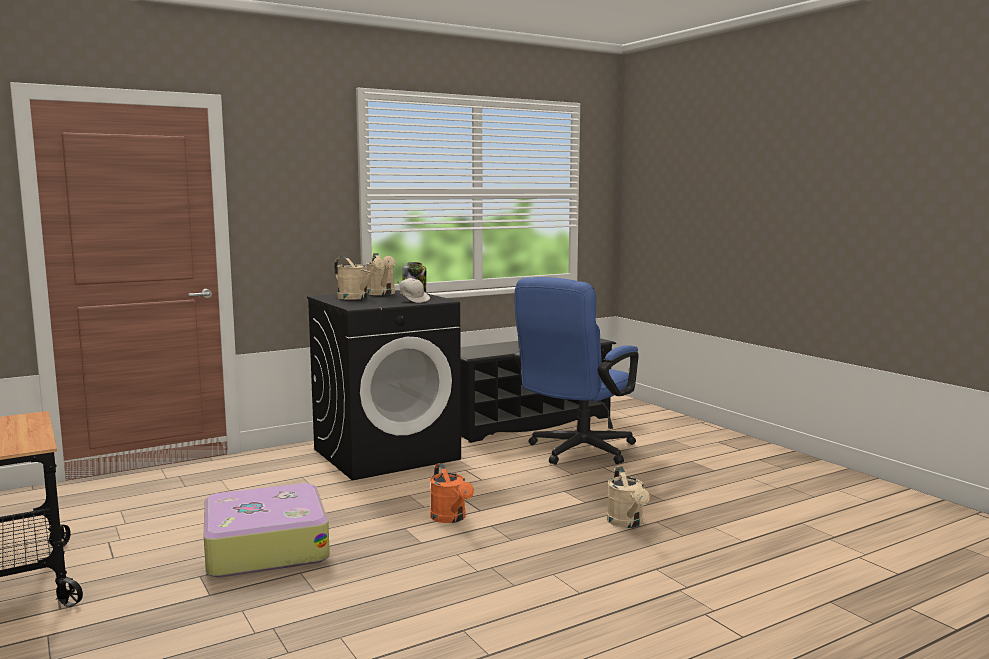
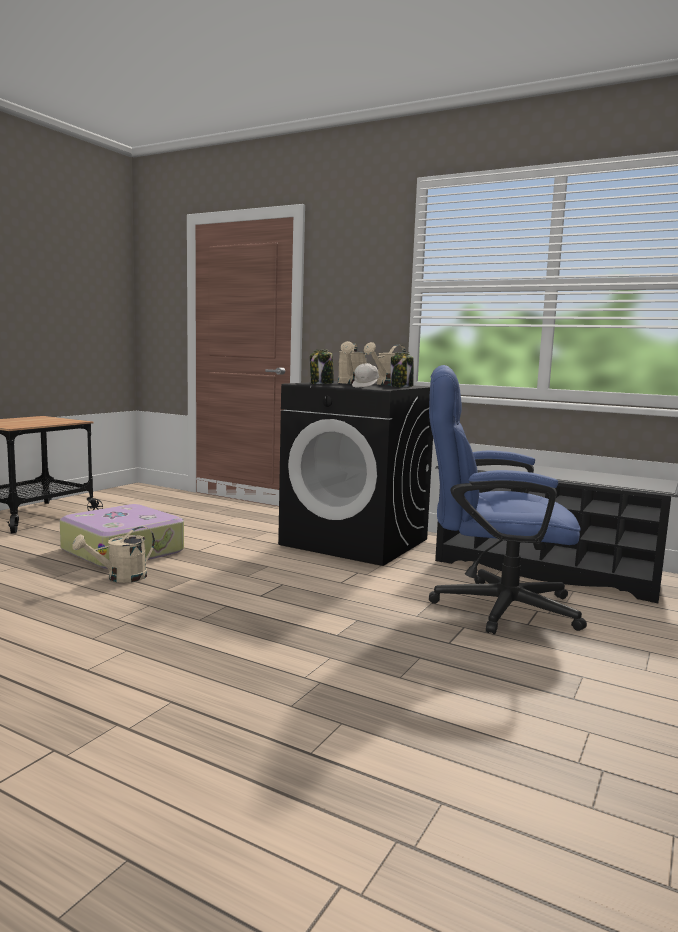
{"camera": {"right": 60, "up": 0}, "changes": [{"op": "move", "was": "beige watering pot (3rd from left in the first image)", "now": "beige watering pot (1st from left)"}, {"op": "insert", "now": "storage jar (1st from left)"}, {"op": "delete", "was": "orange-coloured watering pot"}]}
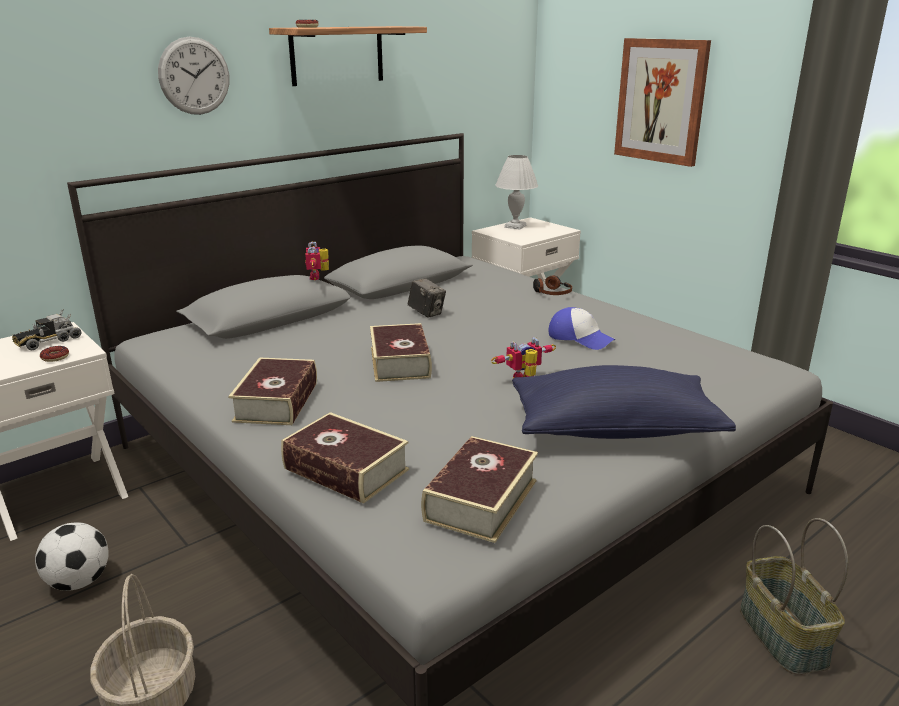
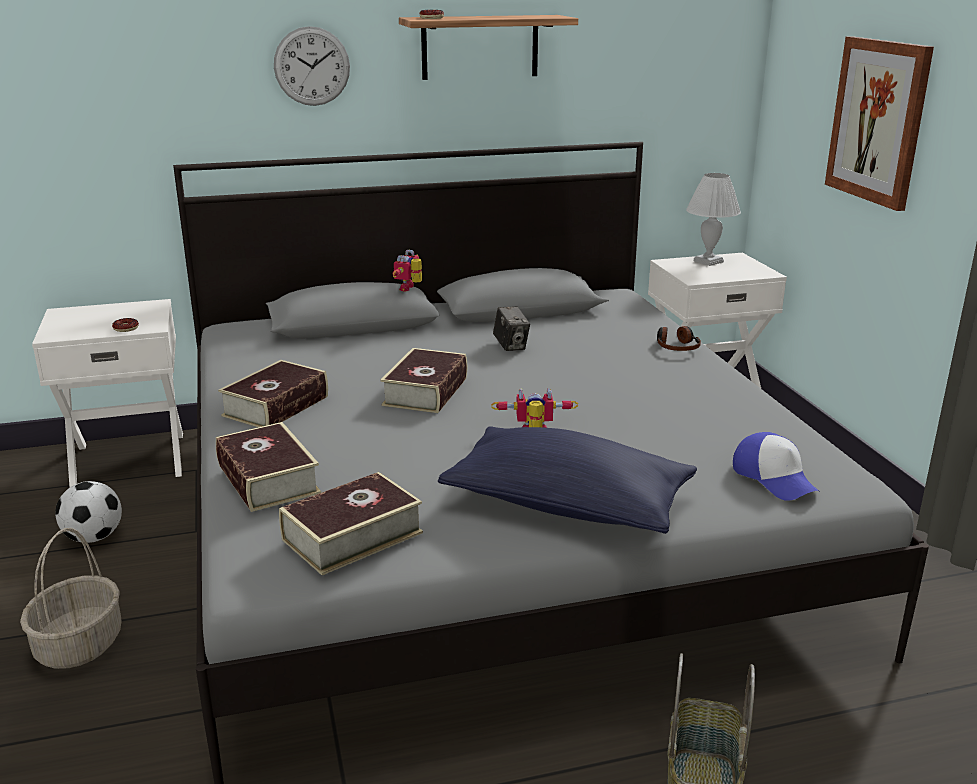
{"camera": {"right": 25, "up": 0}, "changes": [{"op": "move", "was": "peaked cap"}, {"op": "delete", "was": "model truck"}]}
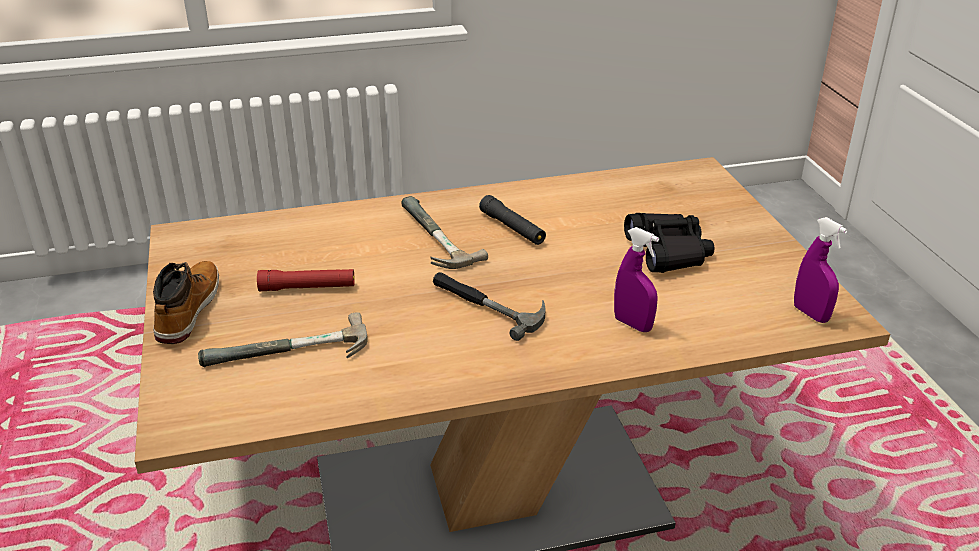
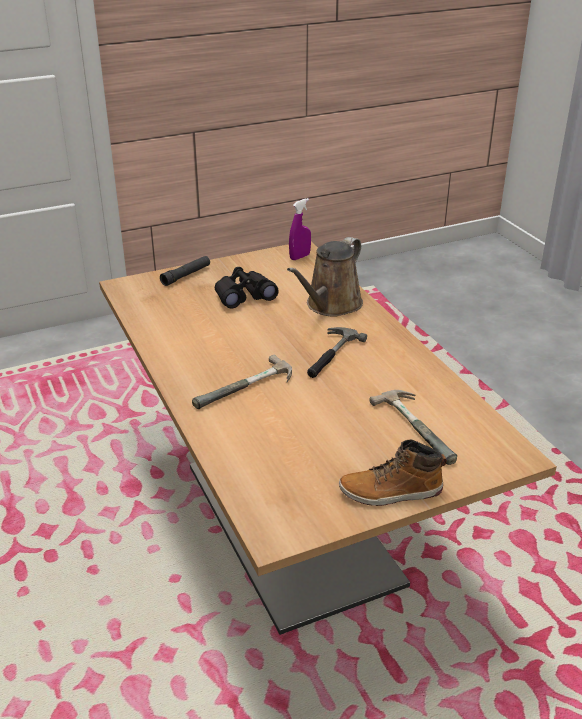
{"camera": {"right": -100, "up": 0}, "changes": [{"op": "move", "was": "blackish torch"}, {"op": "replace", "was": "purplish hand sprayer (1st from left)", "now": "brown watering pot"}, {"op": "delete", "was": "reddish torch"}]}
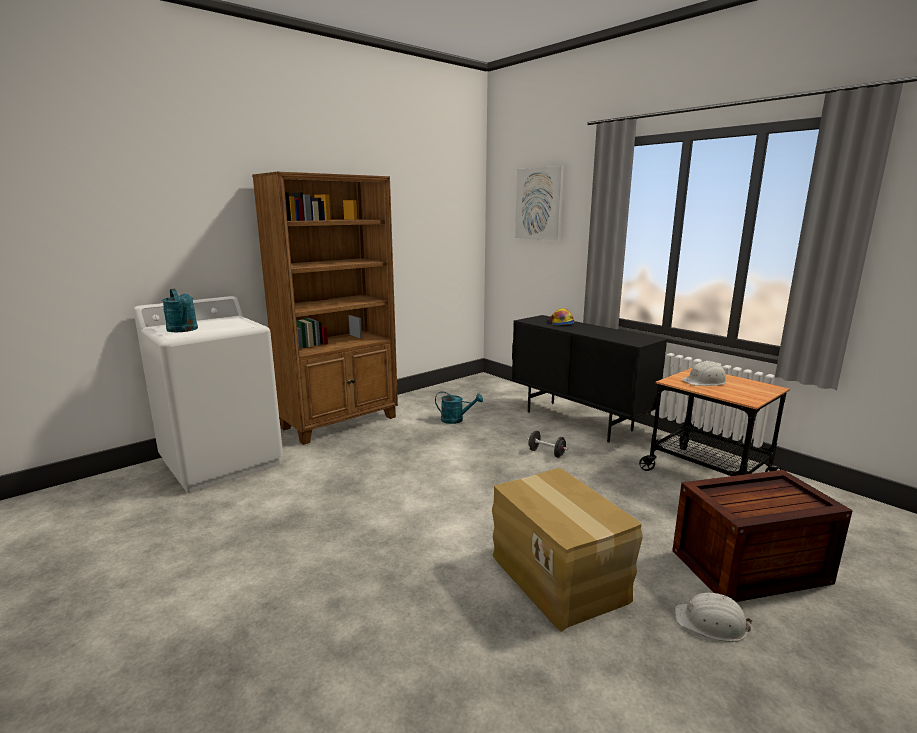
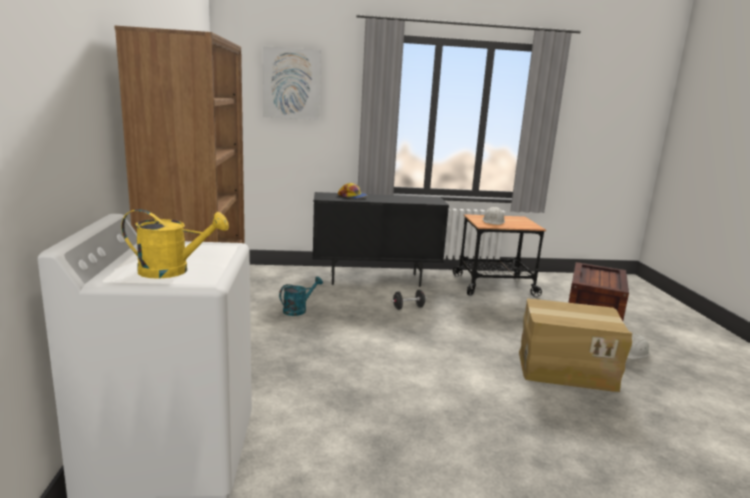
{"camera": {"right": -55, "up": 0}, "changes": [{"op": "recolor", "was": "blue-green watering pot (1st from left)", "now": "yellowish watering pot"}]}
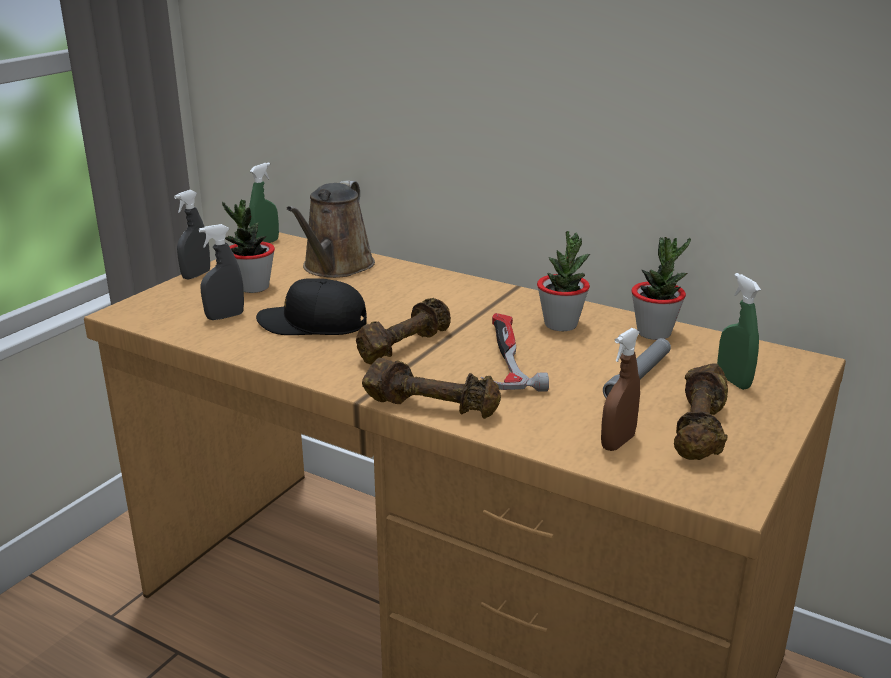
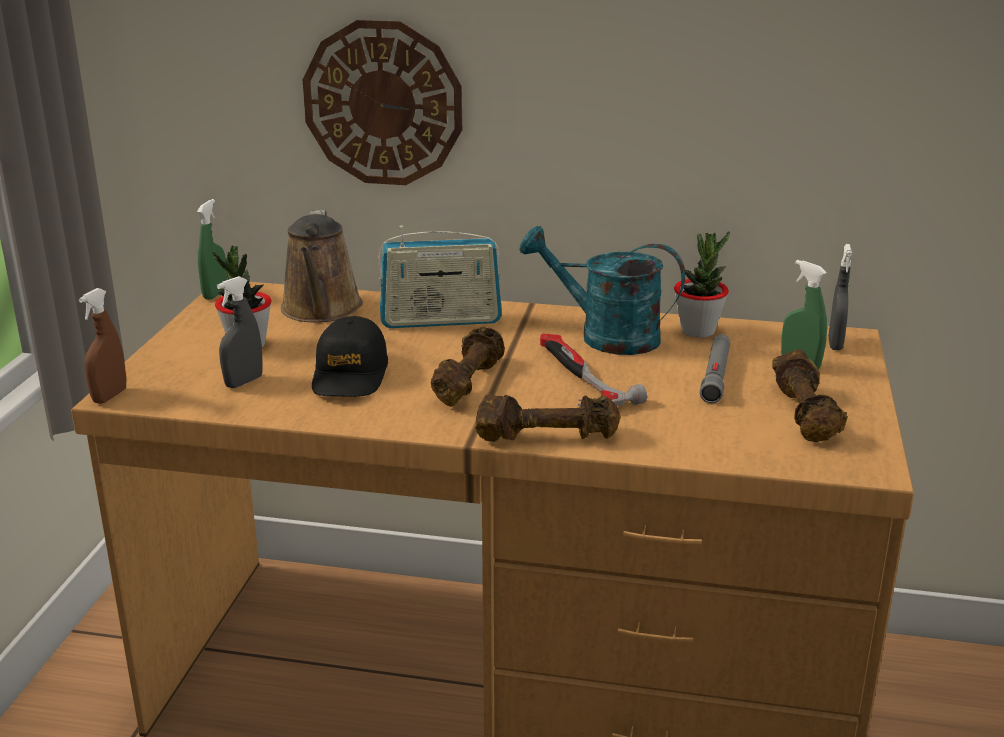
{"camera": {"right": -20, "up": 0}, "changes": [{"op": "move", "was": "brown hand sprayer"}, {"op": "insert", "now": "wall clock"}, {"op": "rotate", "was": "blackish peaked cap", "clockwise": -75}, {"op": "insert", "now": "radio receiver"}, {"op": "replace", "was": "houseplant (2nd from left)", "now": "blue-green watering pot"}, {"op": "move", "was": "greyish hand sprayer (1st from left in the first image)", "now": "greyish hand sprayer (2nd from left)"}]}
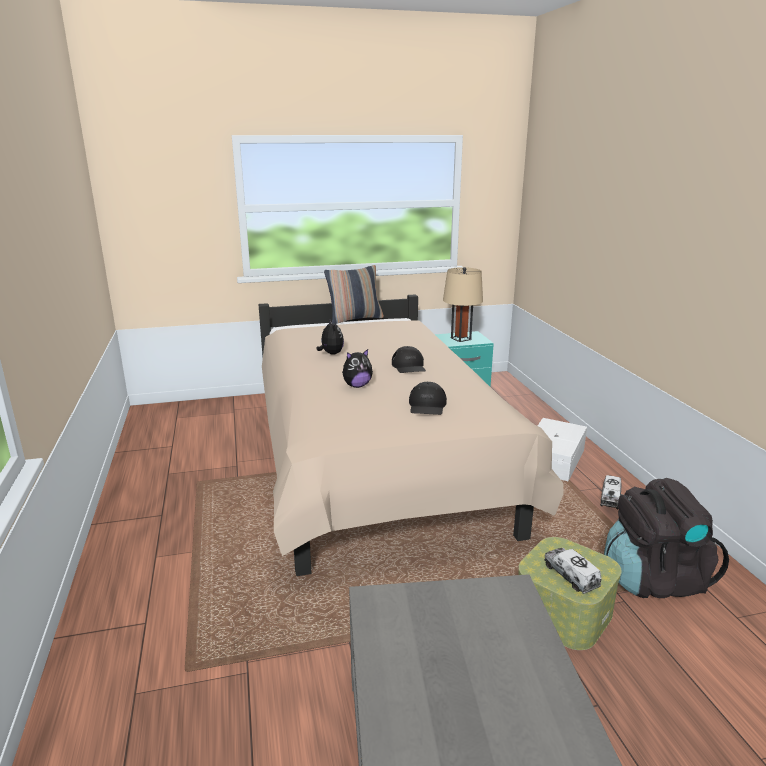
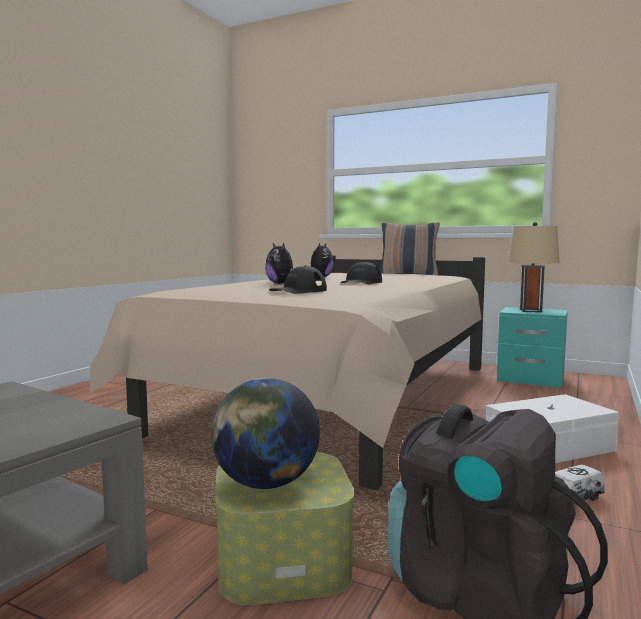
{"camera": {"right": 40, "up": -15}, "changes": [{"op": "replace", "was": "model truck (1st from left)", "now": "desk globe"}, {"op": "rotate", "was": "cuddly toy (2nd from left in the first image)", "clockwise": 45}]}
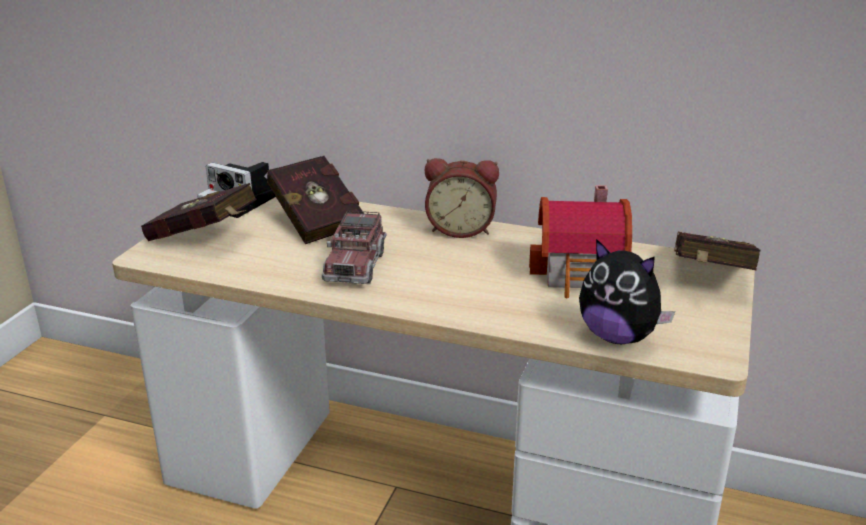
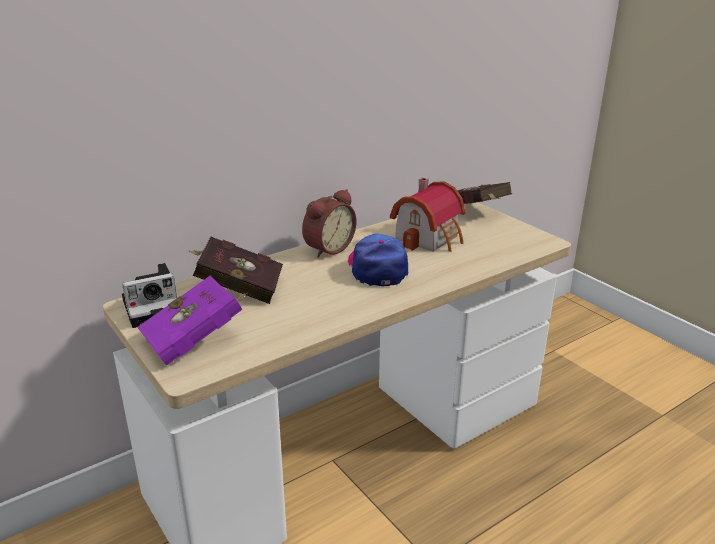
{"camera": {"right": -55, "up": 0}, "changes": [{"op": "recolor", "was": "reddish book (1st from left)", "now": "purplish book"}, {"op": "insert", "now": "peaked cap"}, {"op": "delete", "was": "model truck"}, {"op": "delete", "was": "cuddly toy"}]}
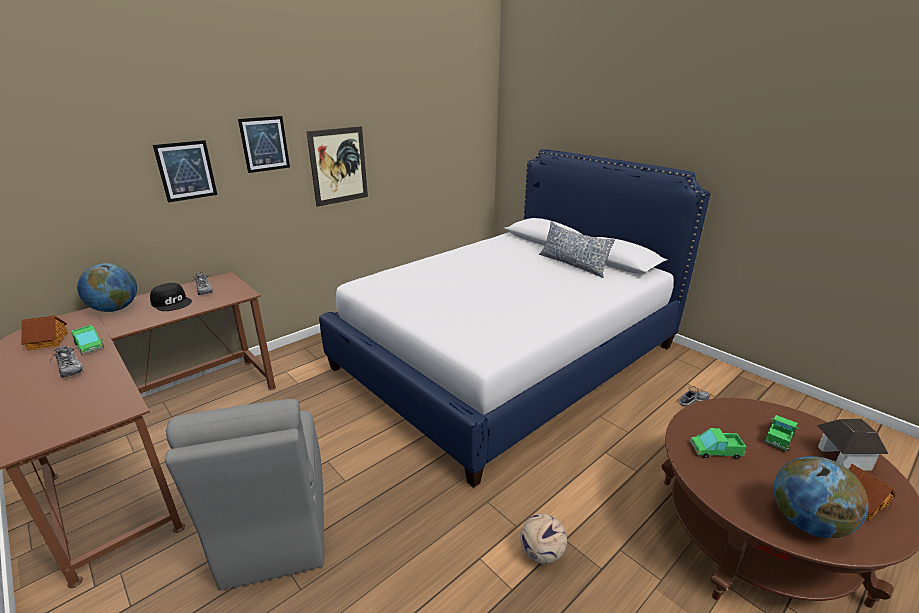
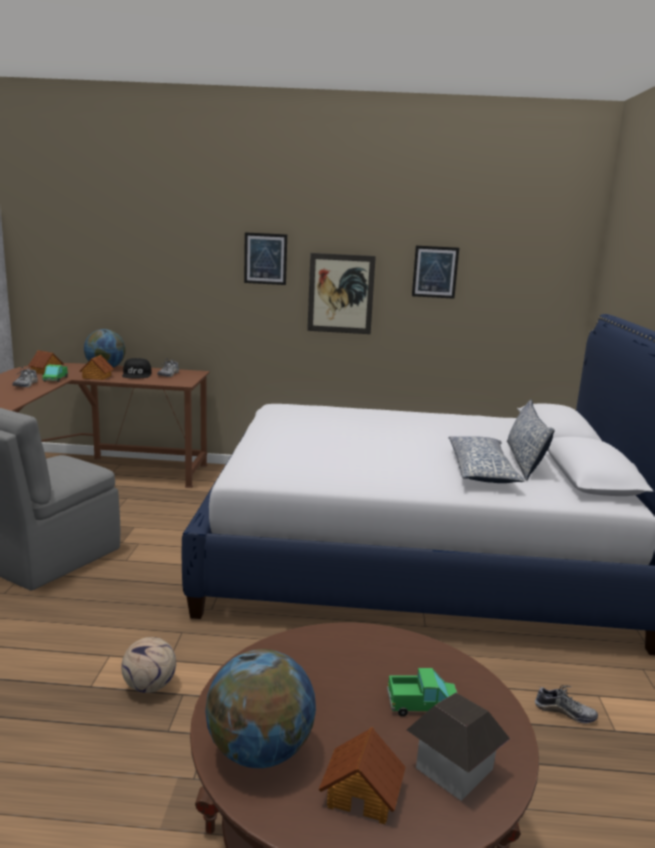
{"camera": {"right": 45, "up": -10}, "changes": [{"op": "insert", "now": "toy house (2nd from left)"}, {"op": "move", "was": "wall art (1st from left in the first image)", "now": "wall art (3rd from left)"}, {"op": "insert", "now": "cushion (1st from left)"}, {"op": "delete", "was": "model truck (2nd from left)"}]}
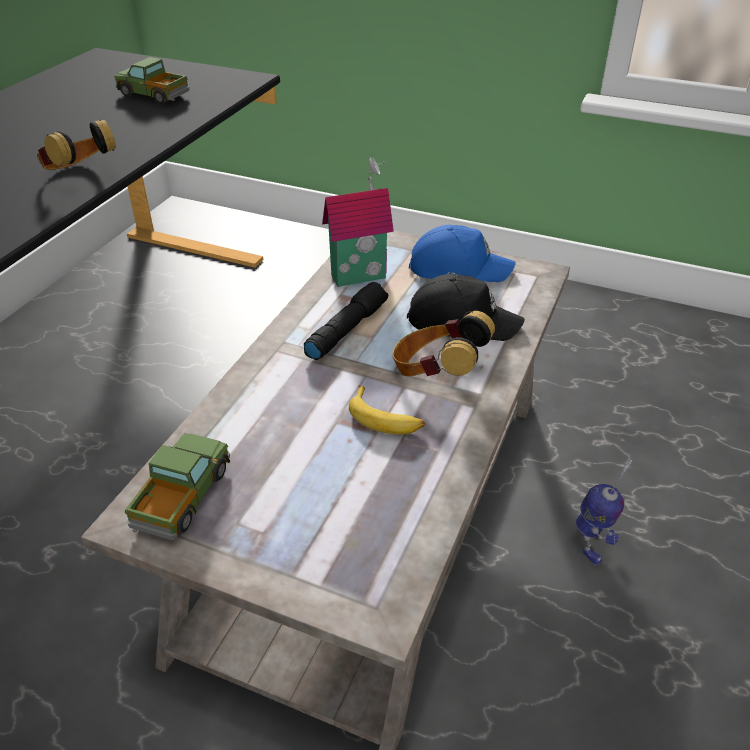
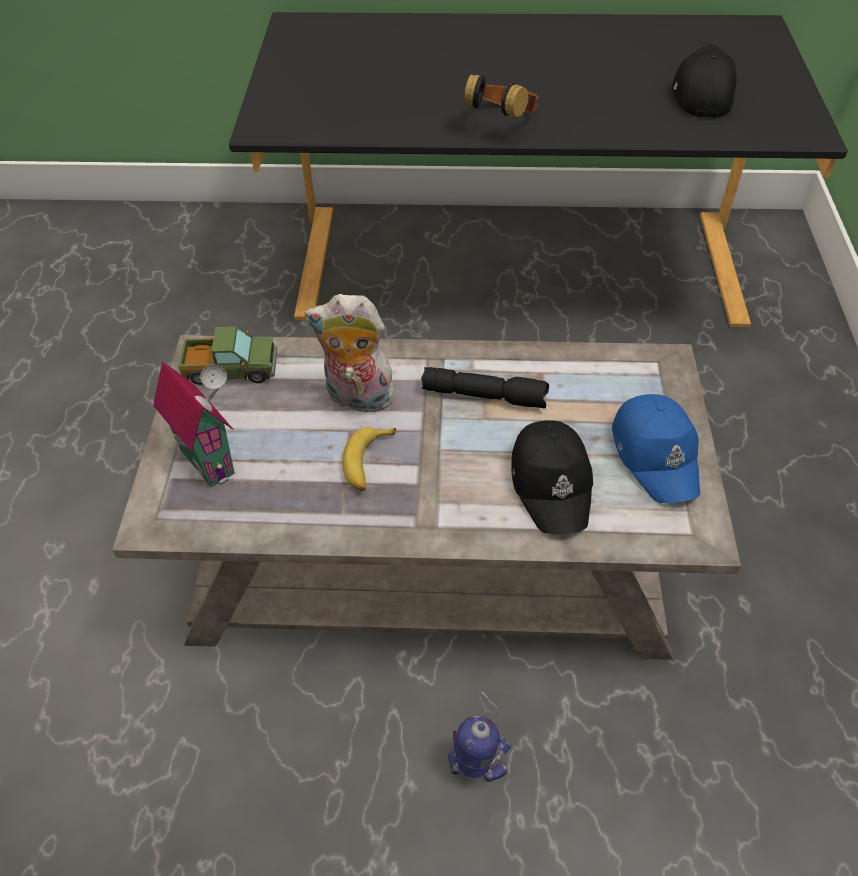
{"camera": {"right": 70, "up": 10}, "changes": [{"op": "move", "was": "toy house"}, {"op": "insert", "now": "cuddly toy"}, {"op": "rotate", "was": "model robot", "clockwise": -150}, {"op": "replace", "was": "model truck (1st from left)", "now": "blackish peaked cap (2nd from left)"}, {"op": "delete", "was": "headset (2nd from left)"}]}
